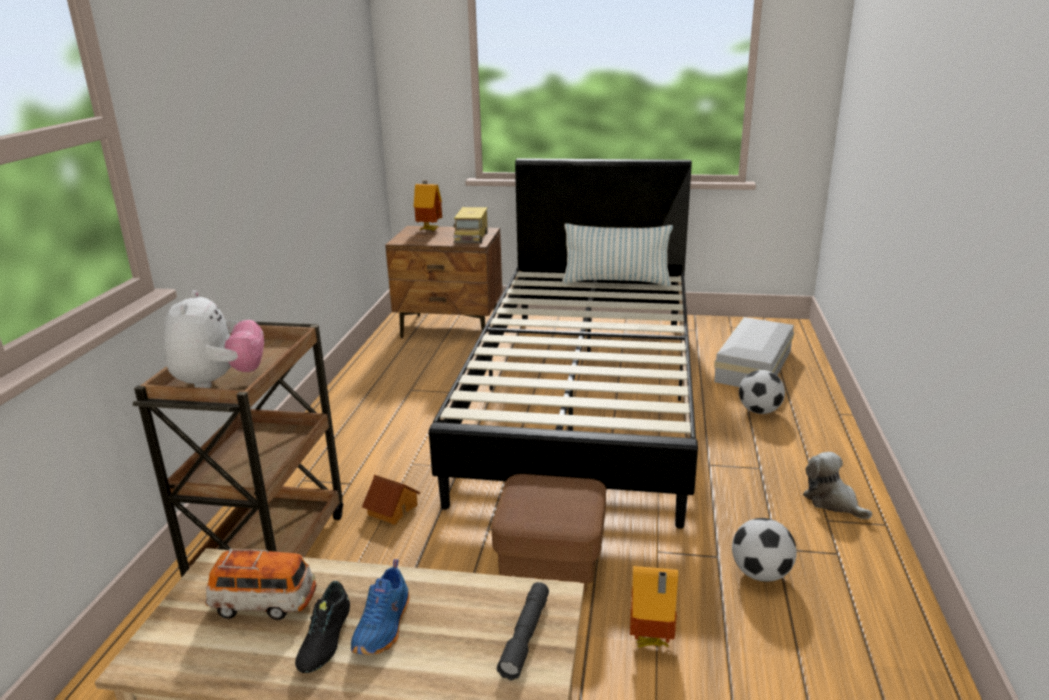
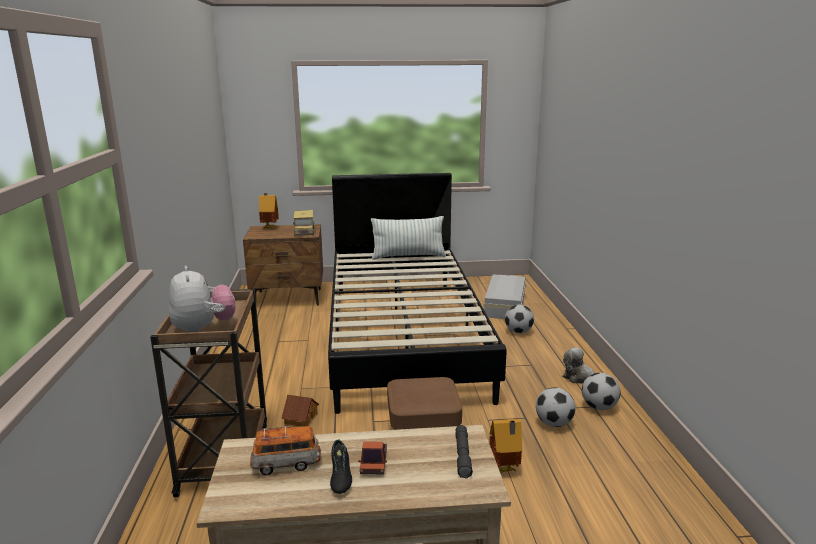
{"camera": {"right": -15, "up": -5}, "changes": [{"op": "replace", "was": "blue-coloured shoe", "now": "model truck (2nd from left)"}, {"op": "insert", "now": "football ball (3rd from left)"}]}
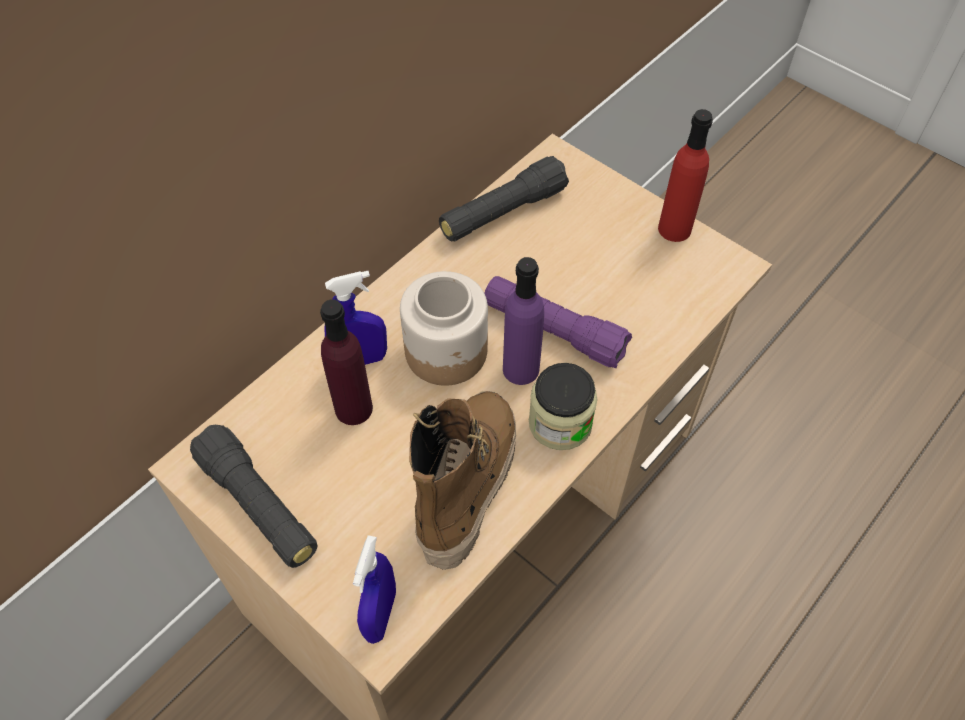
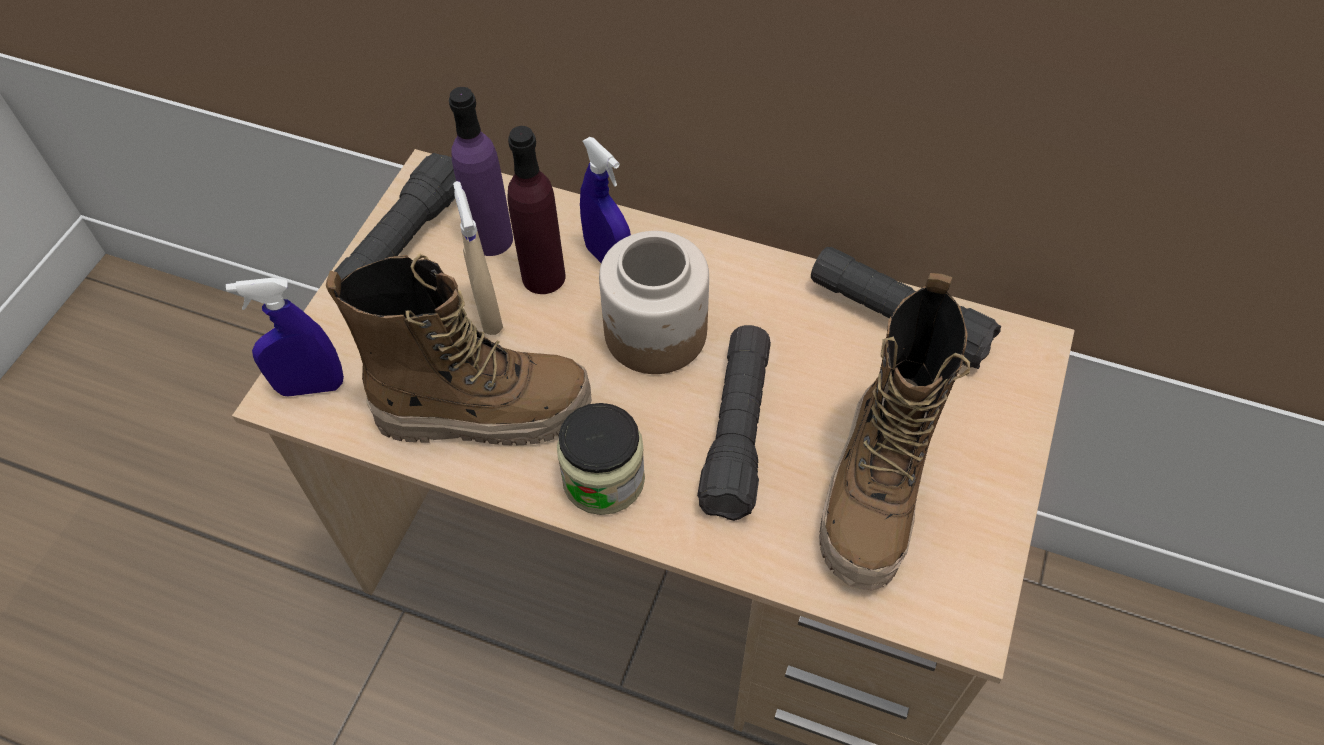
{"camera": {"right": 70, "up": 0}, "changes": [{"op": "move", "was": "purplish bottle (2nd from left in the first image)", "now": "purplish bottle (1st from left)"}, {"op": "insert", "now": "beige hand sprayer"}, {"op": "recolor", "was": "purplish torch", "now": "blackish torch (2nd from left)"}, {"op": "insert", "now": "boot (2nd from left)"}, {"op": "delete", "was": "reddish bottle"}]}
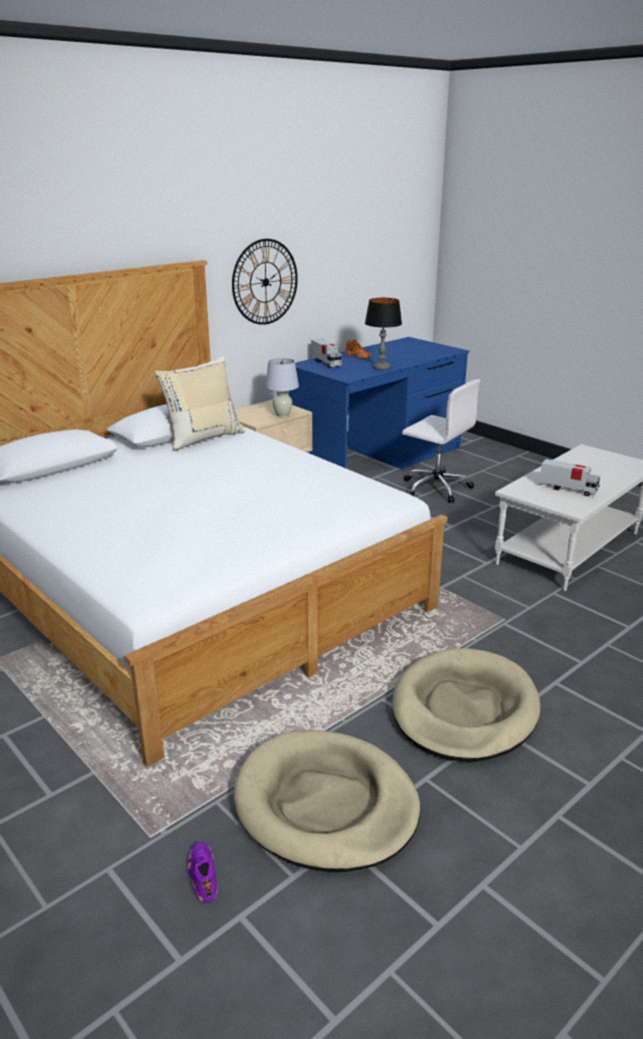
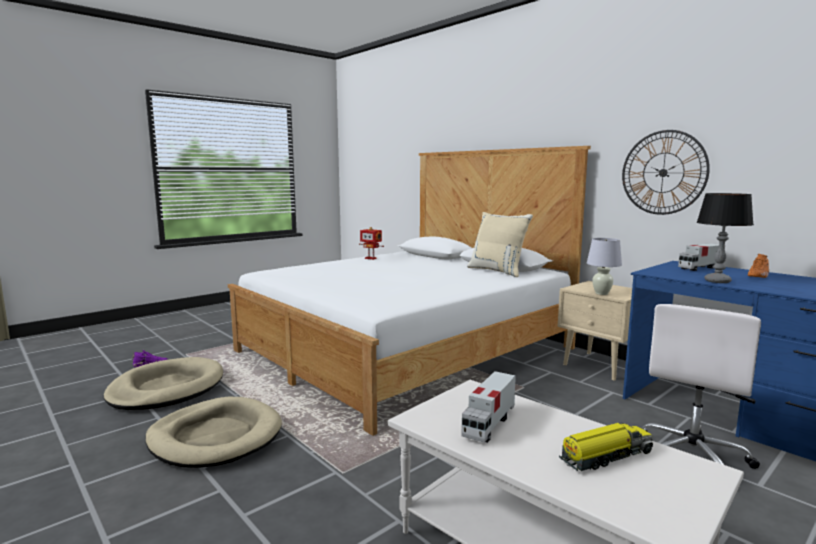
{"camera": {"right": 90, "up": -15}, "changes": [{"op": "insert", "now": "model robot"}, {"op": "insert", "now": "model truck (2nd from left)"}]}
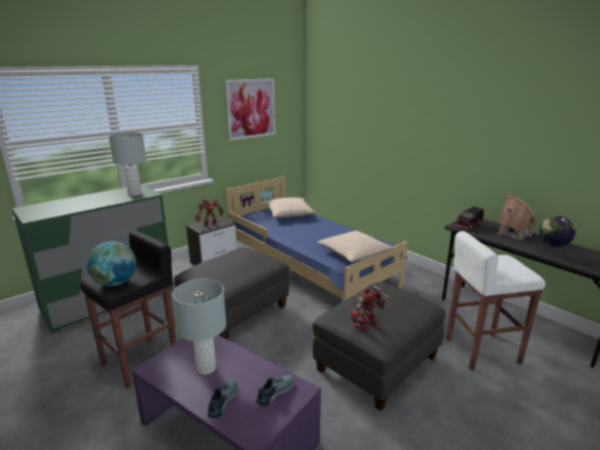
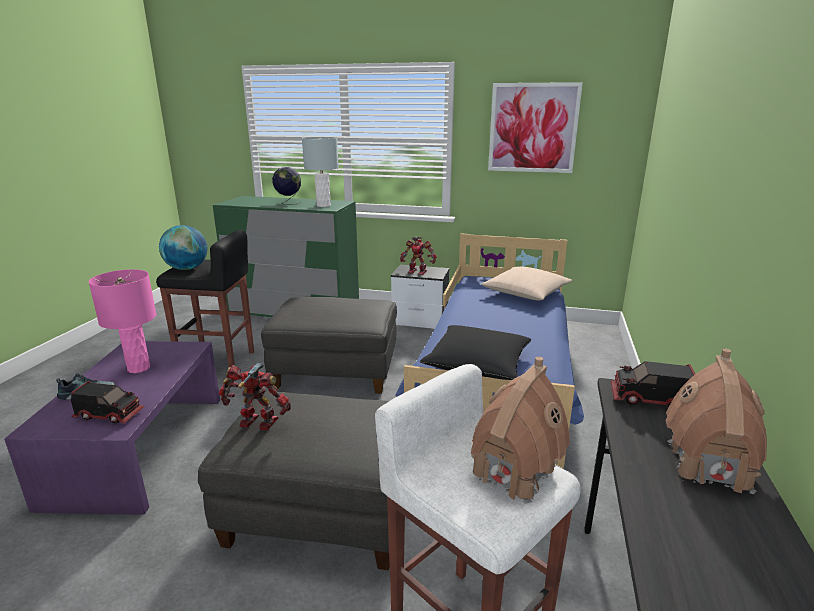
{"camera": {"right": 55, "up": 0}, "changes": [{"op": "replace", "was": "shoe (2nd from left)", "now": "model truck (1st from left)"}, {"op": "recolor", "was": "greyish table lamp (2nd from left)", "now": "pinkish table lamp"}, {"op": "move", "was": "desk globe (2nd from left)"}, {"op": "recolor", "was": "beige cushion (2nd from left)", "now": "blackish cushion"}, {"op": "insert", "now": "toy house (1st from left)"}]}
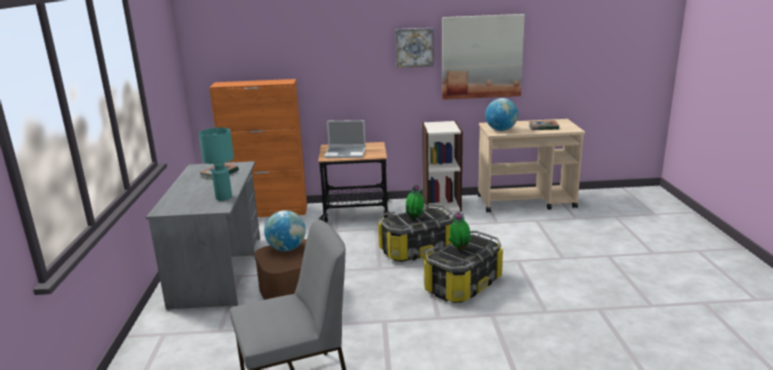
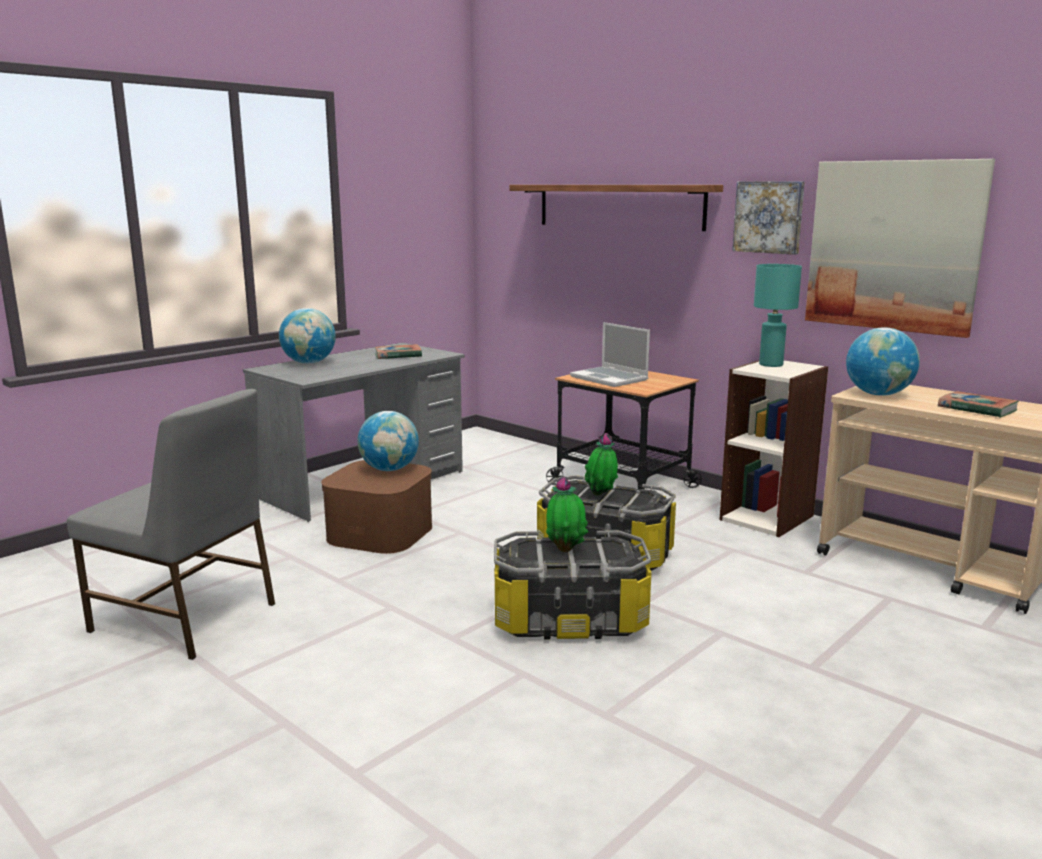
{"camera": {"right": 45, "up": -5}, "changes": [{"op": "insert", "now": "desk globe (1st from left)"}, {"op": "insert", "now": "bracket shelf"}, {"op": "move", "was": "blue-green table lamp"}, {"op": "delete", "was": "orange-coloured cabinet"}]}
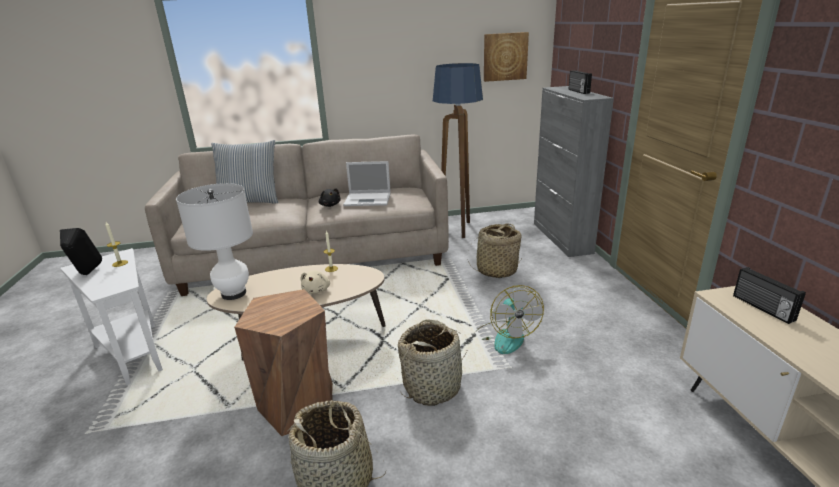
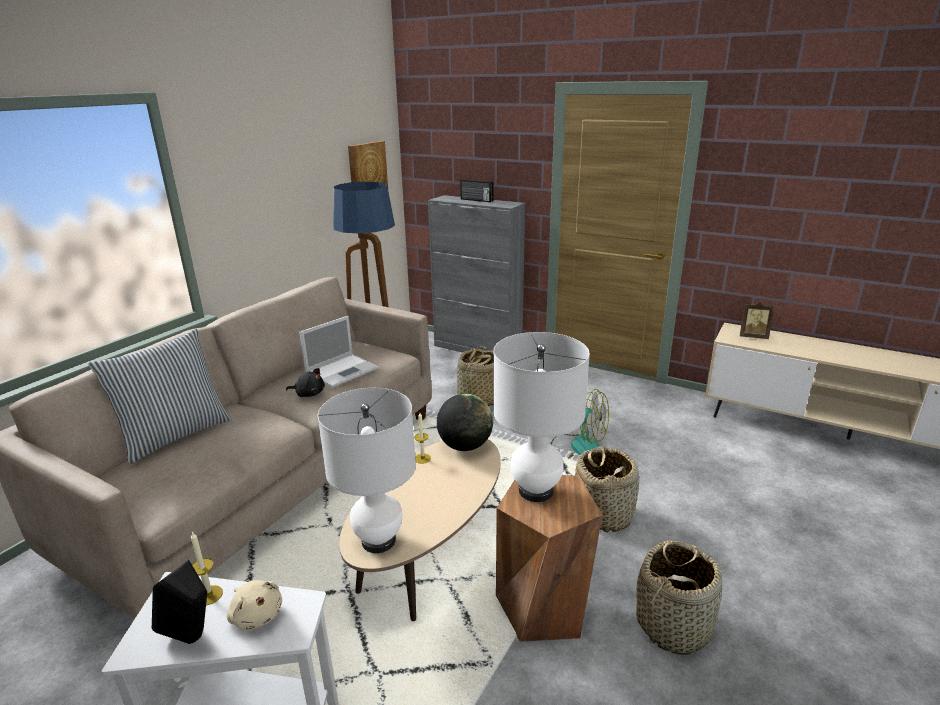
{"camera": {"right": -50, "up": 0}, "changes": [{"op": "move", "was": "beige cuddly toy"}, {"op": "insert", "now": "desk globe"}, {"op": "insert", "now": "whitish table lamp (2nd from left)"}, {"op": "replace", "was": "radio receiver (2nd from left)", "now": "standing frame"}]}
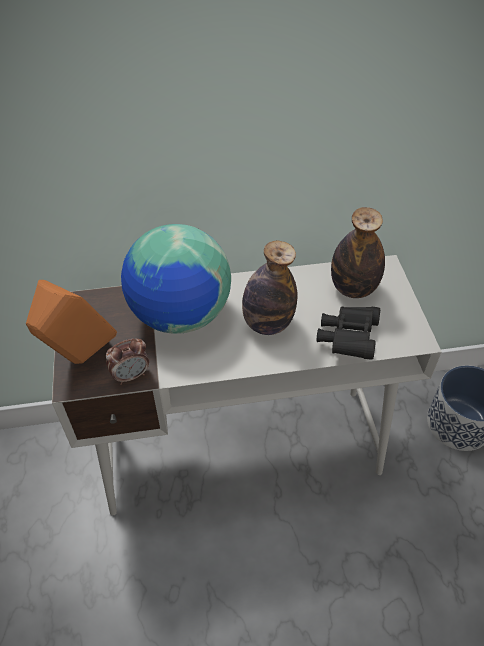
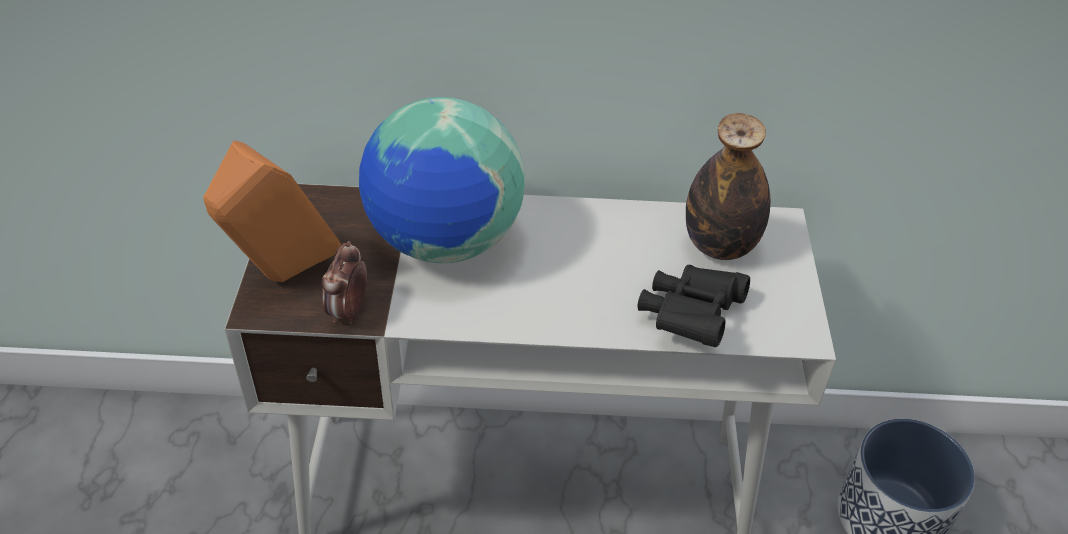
{"camera": {"right": 10, "up": -5}, "changes": [{"op": "rotate", "was": "alarm clock", "clockwise": 120}, {"op": "delete", "was": "bottle (1st from left)"}]}
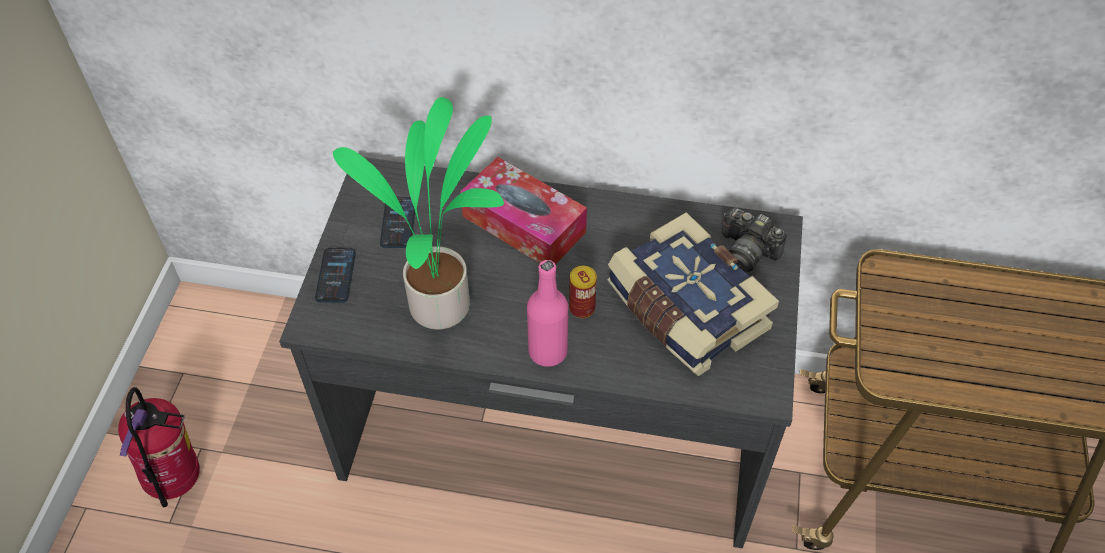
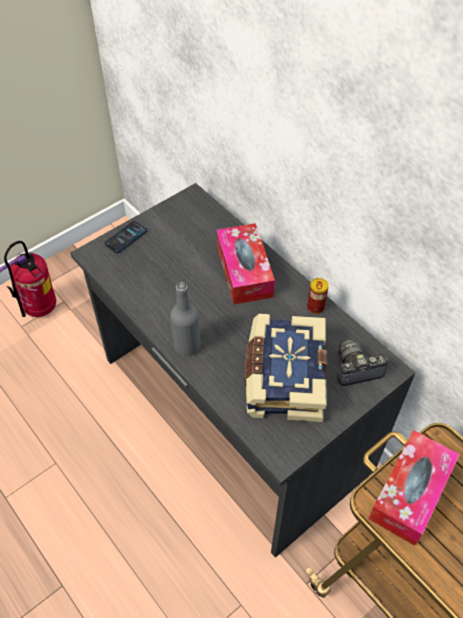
{"camera": {"right": 40, "up": 0}, "changes": [{"op": "recolor", "was": "pinkish bottle", "now": "greyish bottle"}, {"op": "move", "was": "can"}, {"op": "rotate", "was": "still camera", "clockwise": 90}, {"op": "insert", "now": "tissue box (2nd from left)"}, {"op": "delete", "was": "houseplant"}, {"op": "delete", "was": "phone (2nd from left)"}]}
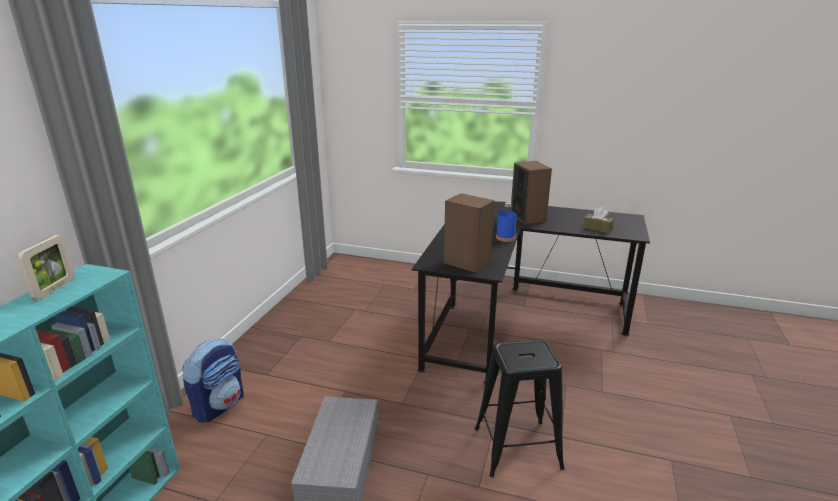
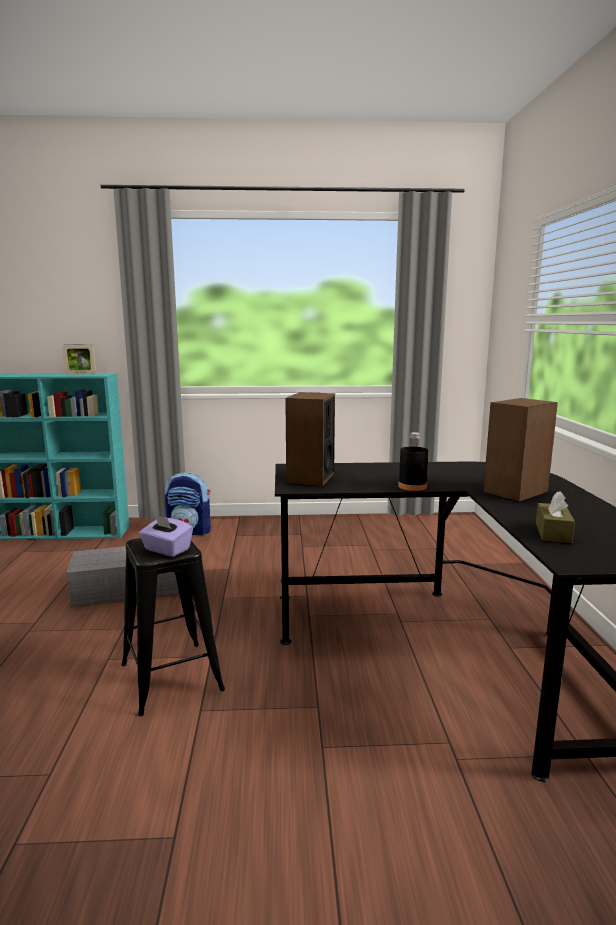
{"camera": {"right": 70, "up": -10}, "changes": [{"op": "insert", "now": "purplish tissue box"}, {"op": "recolor", "was": "blue-coloured bottle", "now": "blackish bottle"}]}
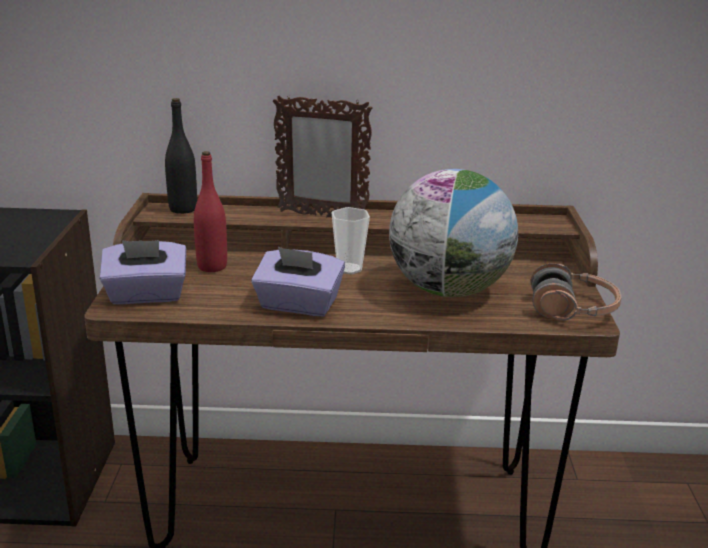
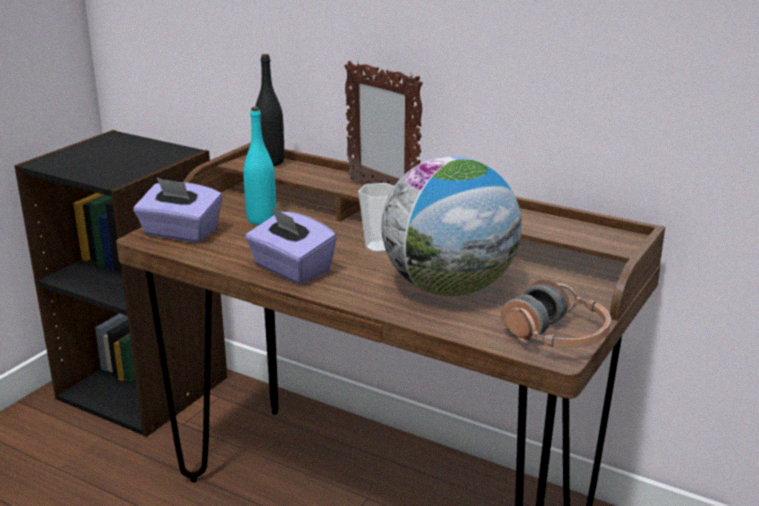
{"camera": {"right": 30, "up": 0}, "changes": [{"op": "recolor", "was": "reddish bottle", "now": "blue-green bottle"}]}
